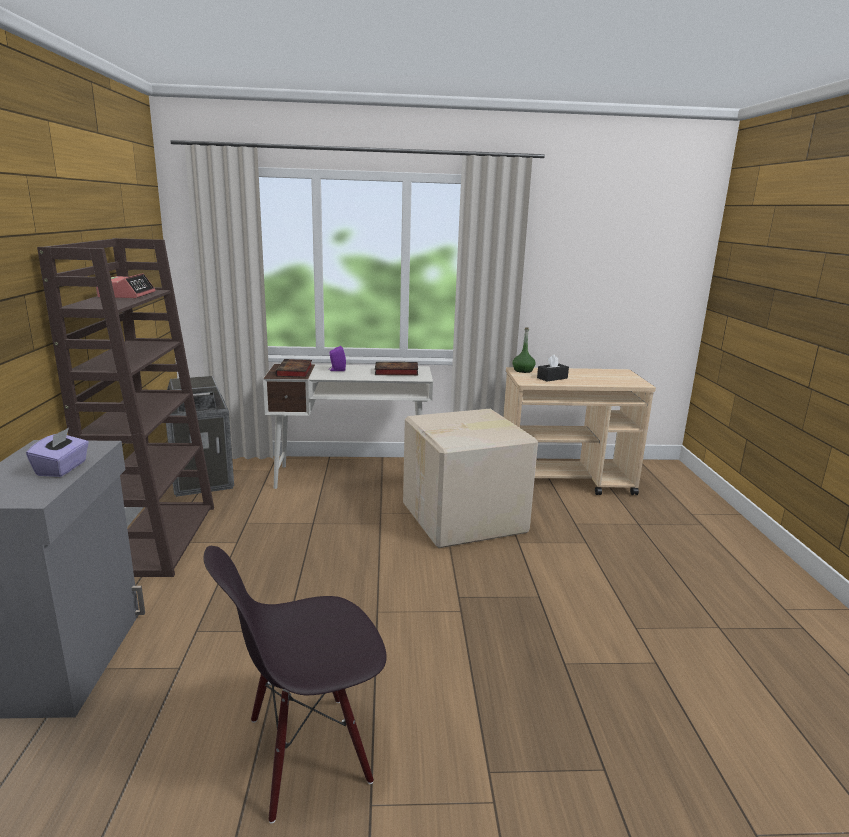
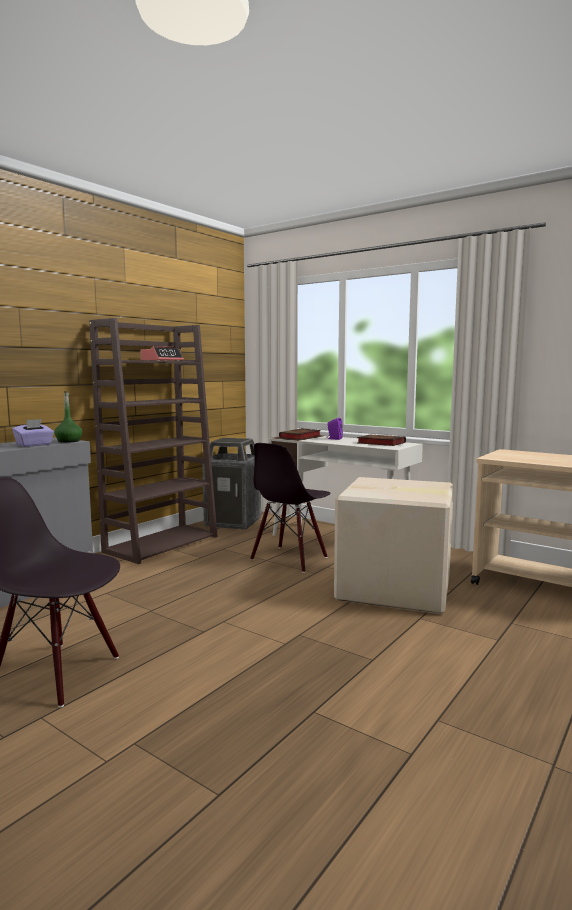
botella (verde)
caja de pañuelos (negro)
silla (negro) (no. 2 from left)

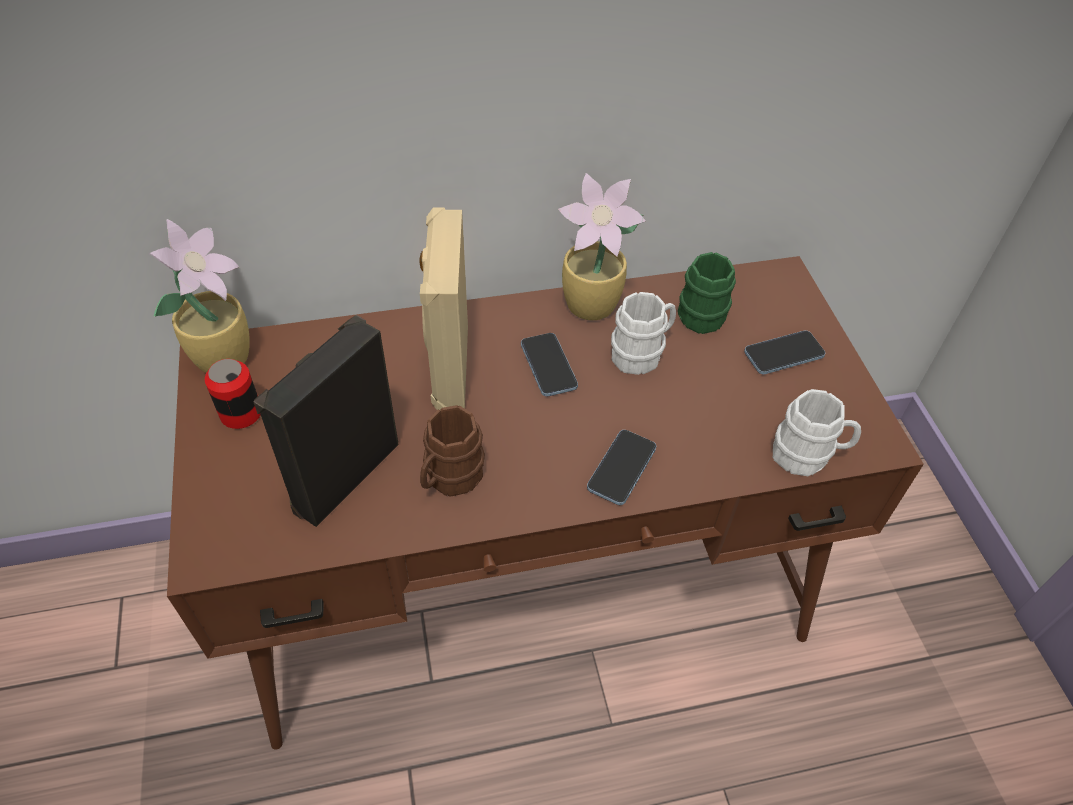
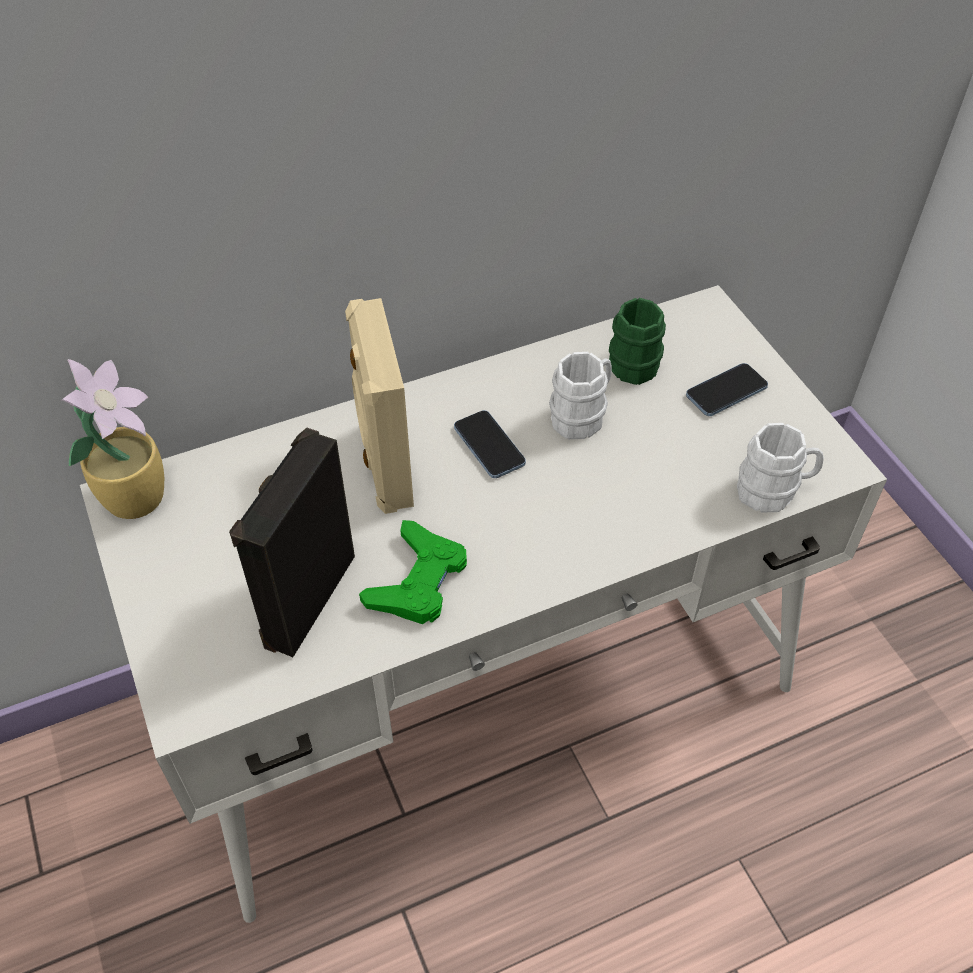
planta en maceta (no. 2 from left in the first image)
escritorio (blanco)
lata
mando de consola (verde)
móvil (no. 2 from left in the first image)

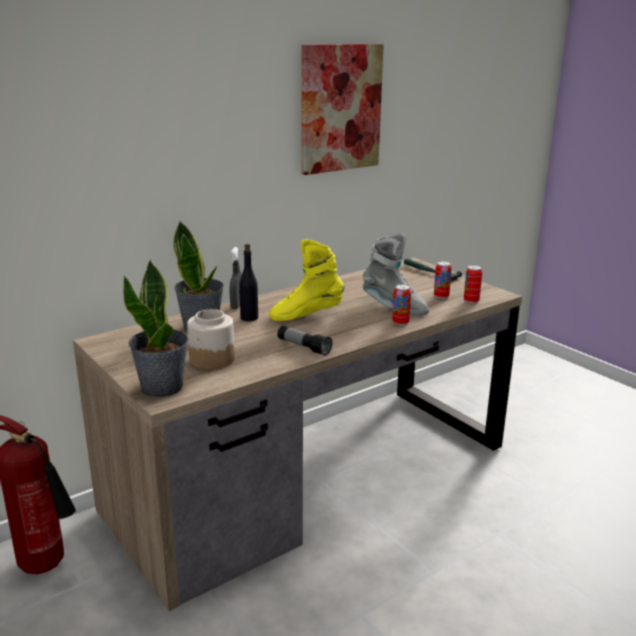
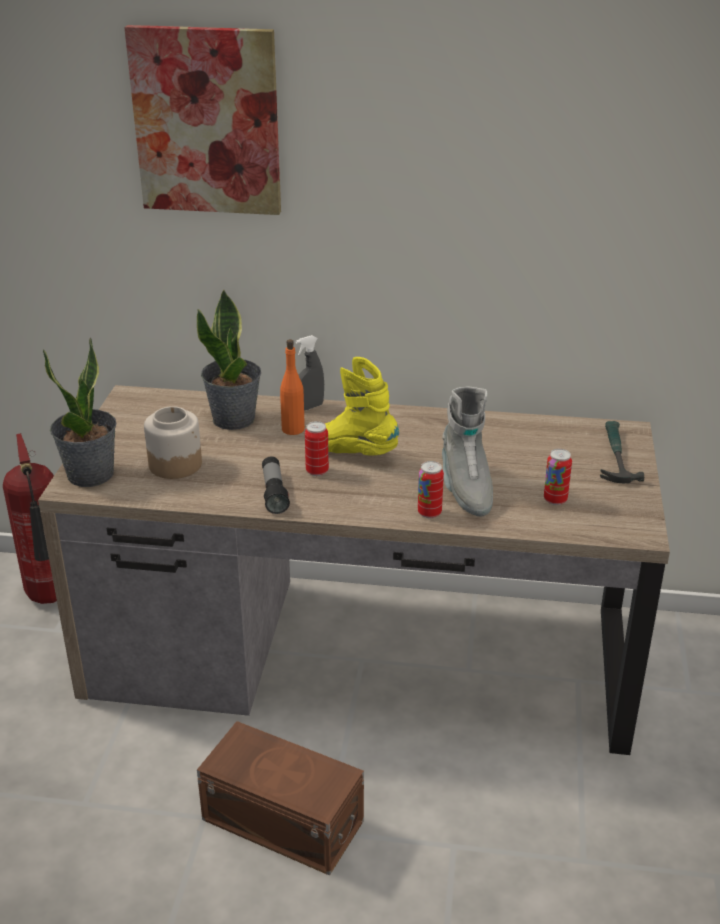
cuadro
botella (naranja)
lata (no. 1 from left)
caja de almacenaje (marrón)

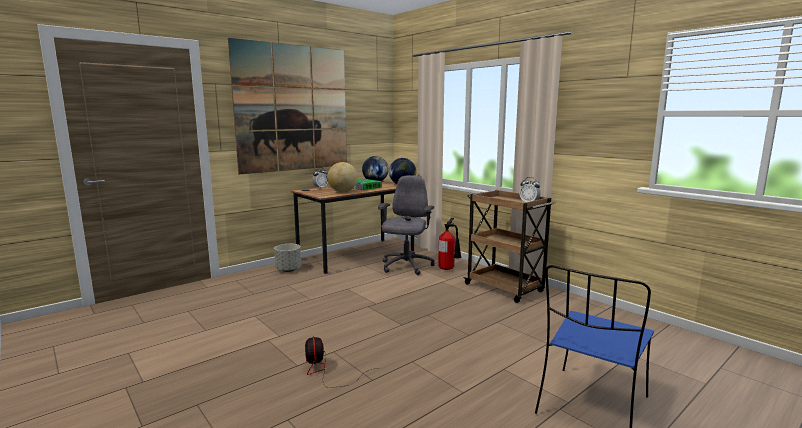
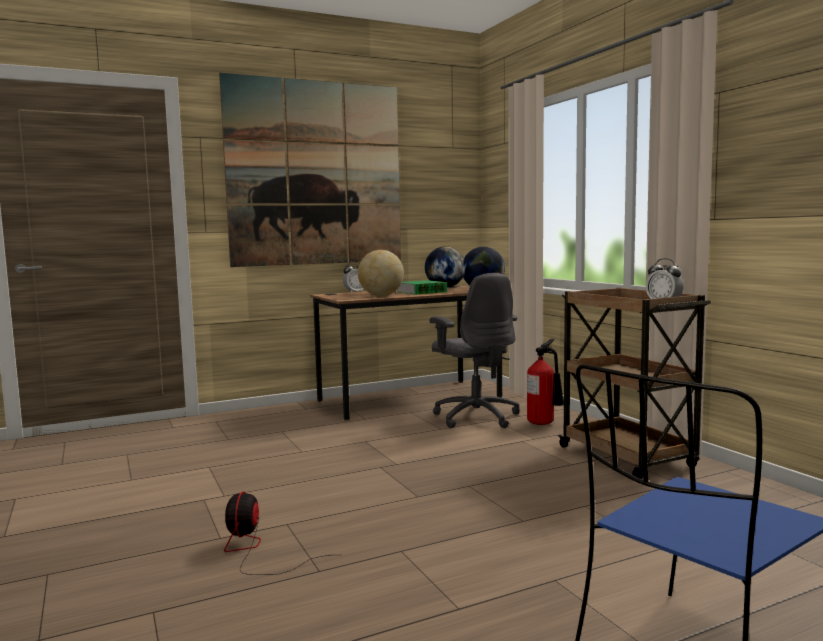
silla de oficina (gris)
maceta (gris)

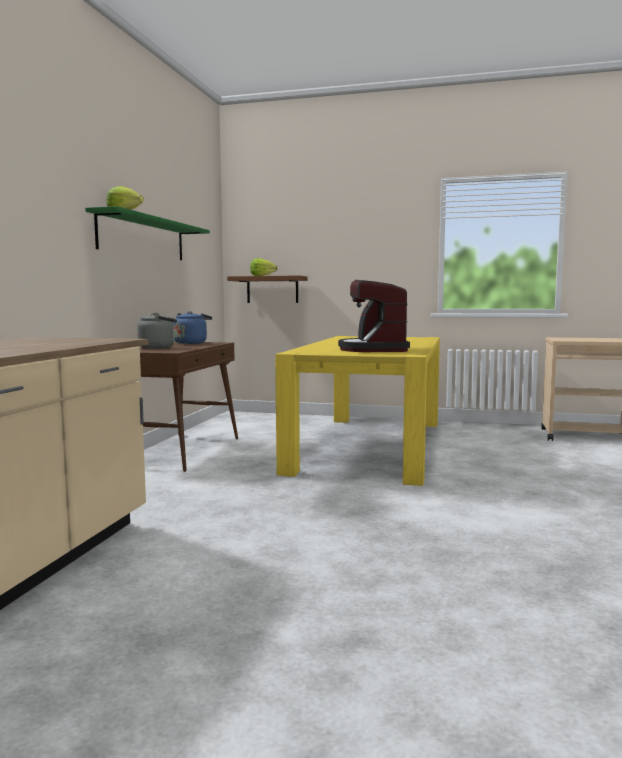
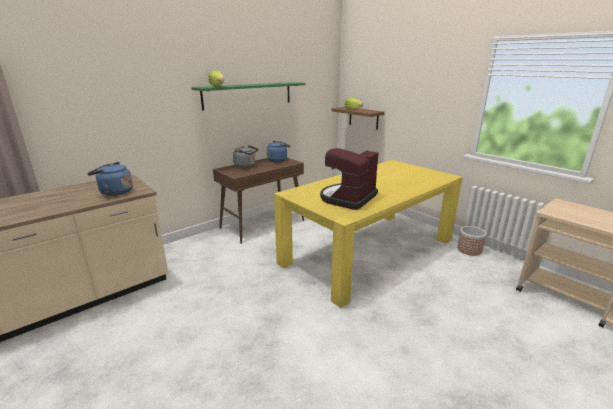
hervidor (azul) (no. 1 from left)
maceta

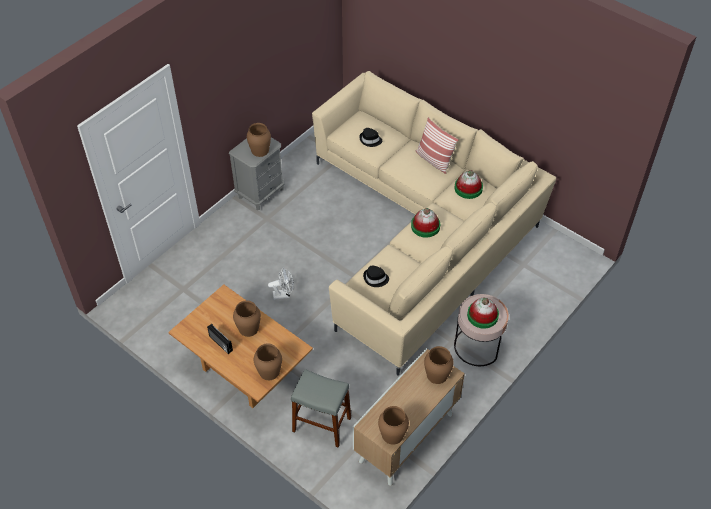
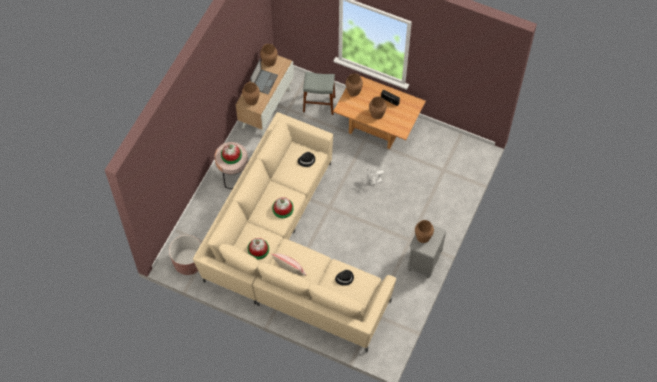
portátil
maceta (marrón)

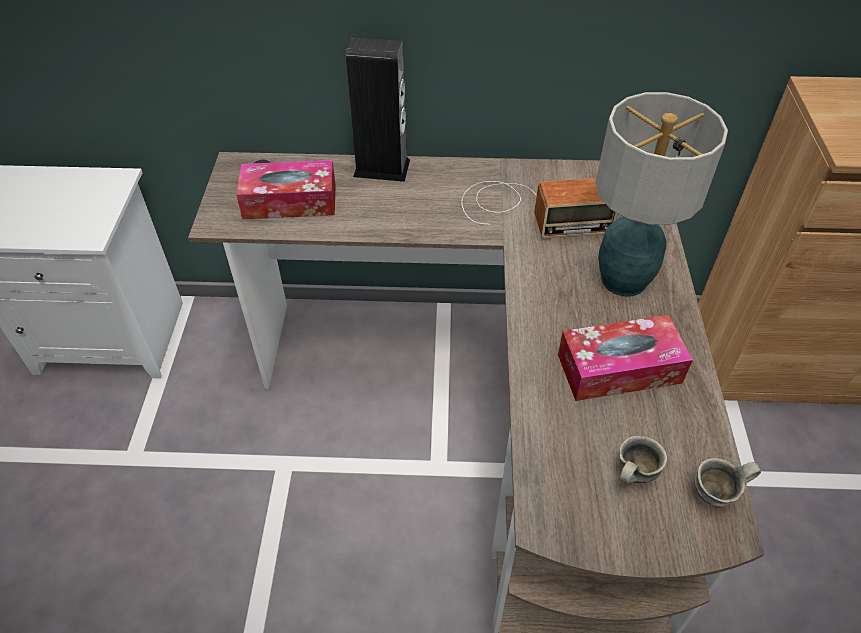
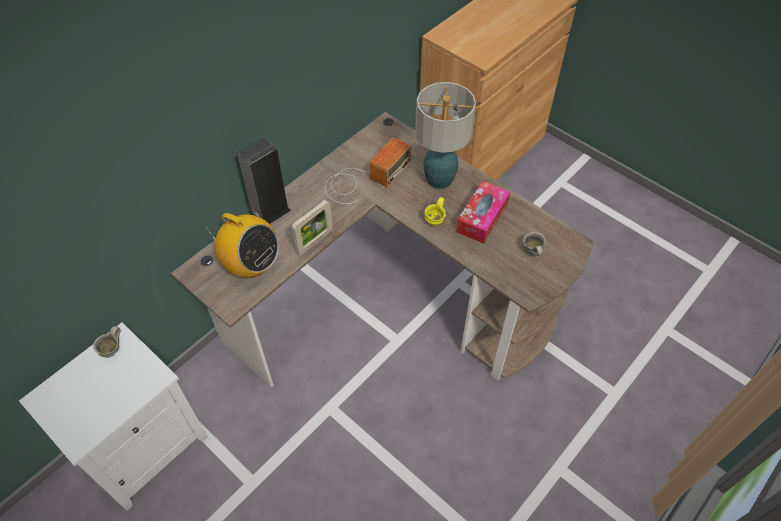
radio (no. 1 from left)
taza grande (gris) (no. 1 from left)
taza grande (amarillo)
portarretratos

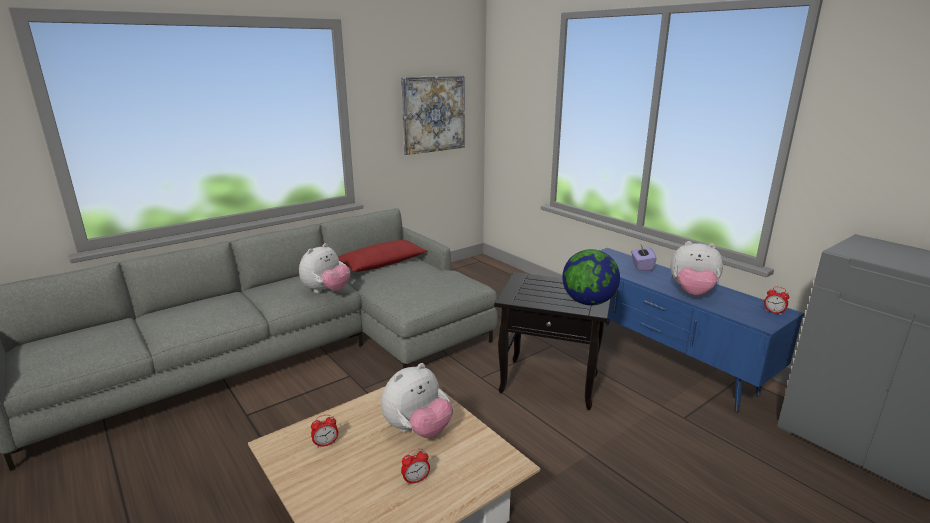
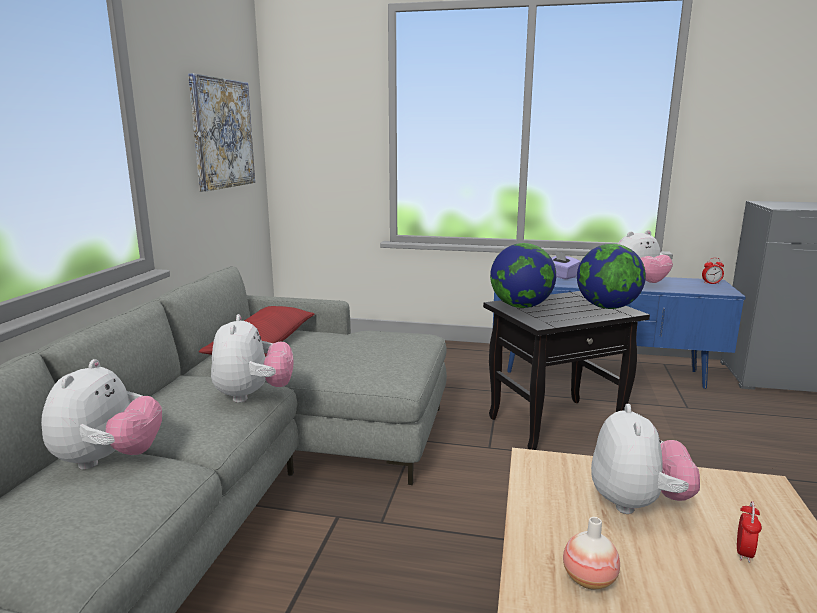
florero
globo terráqueo (no. 1 from left)
peluche (no. 1 from left)

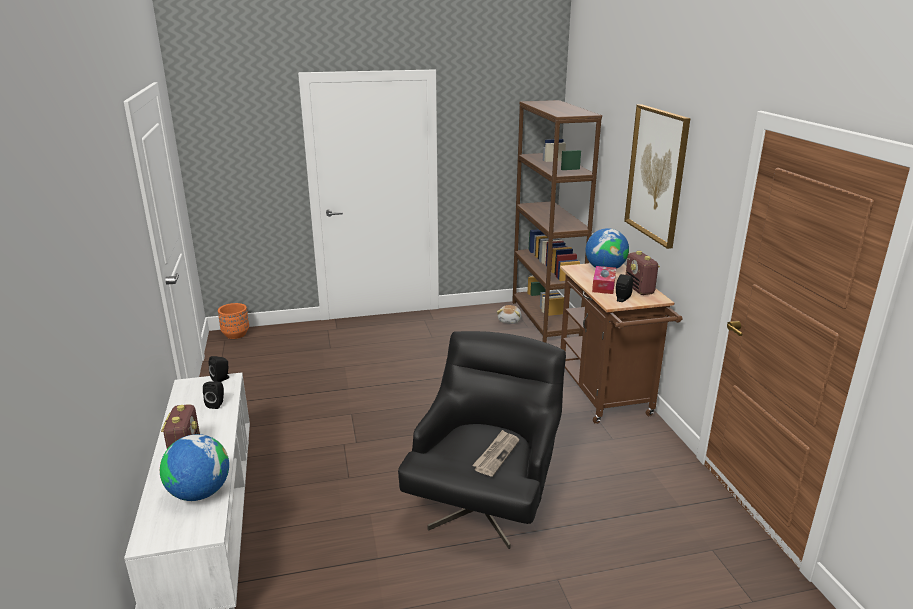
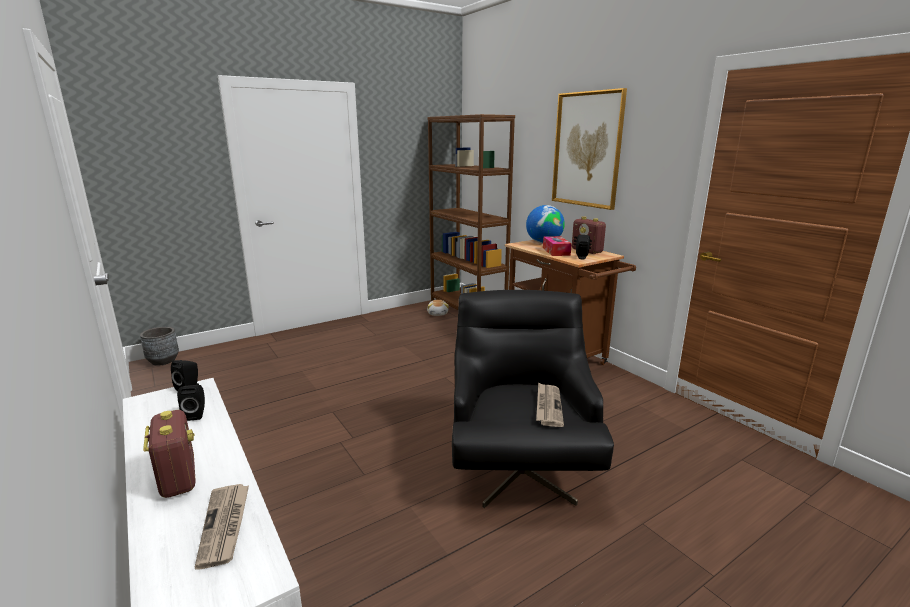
maceta (gris)
periódico (no. 1 from left)

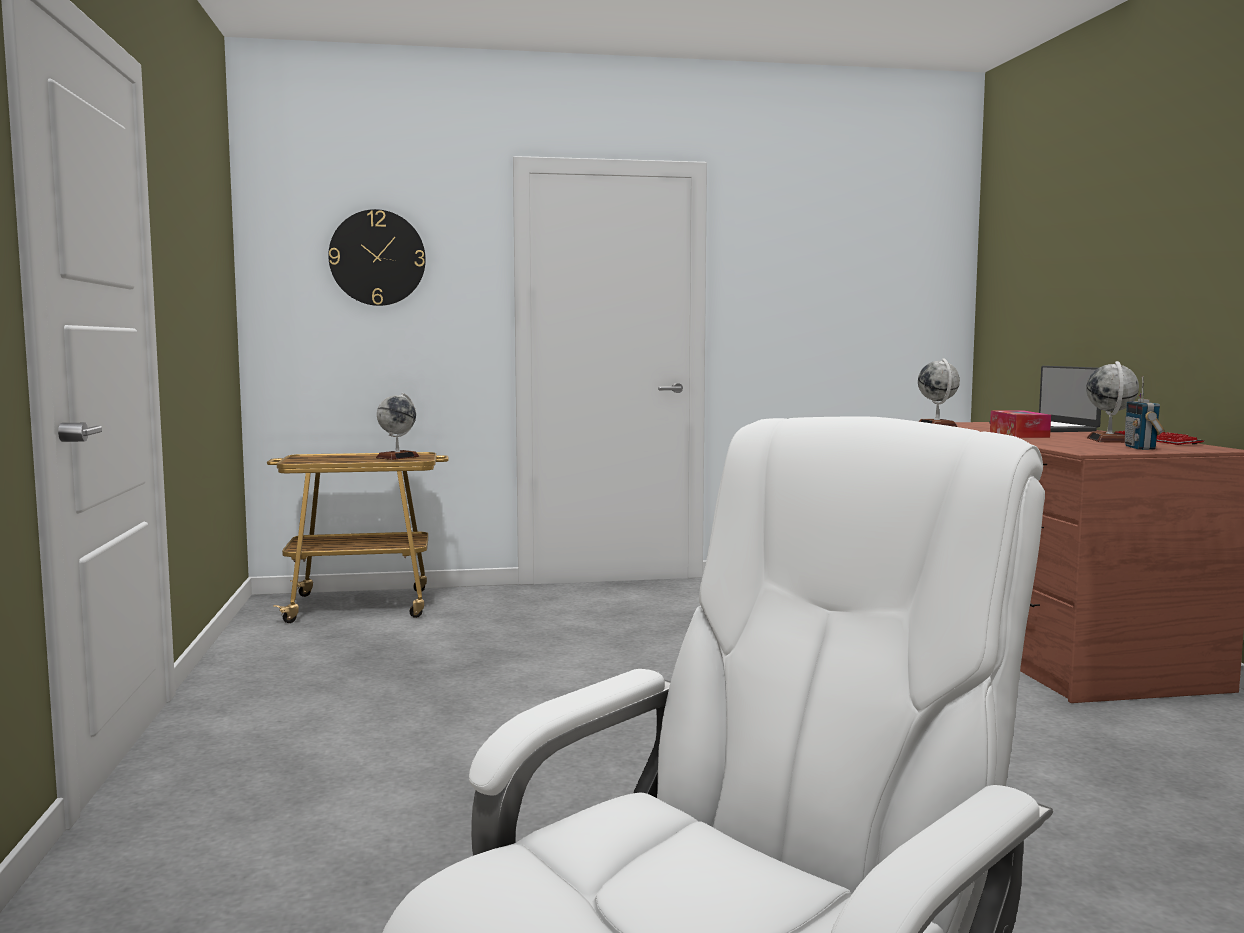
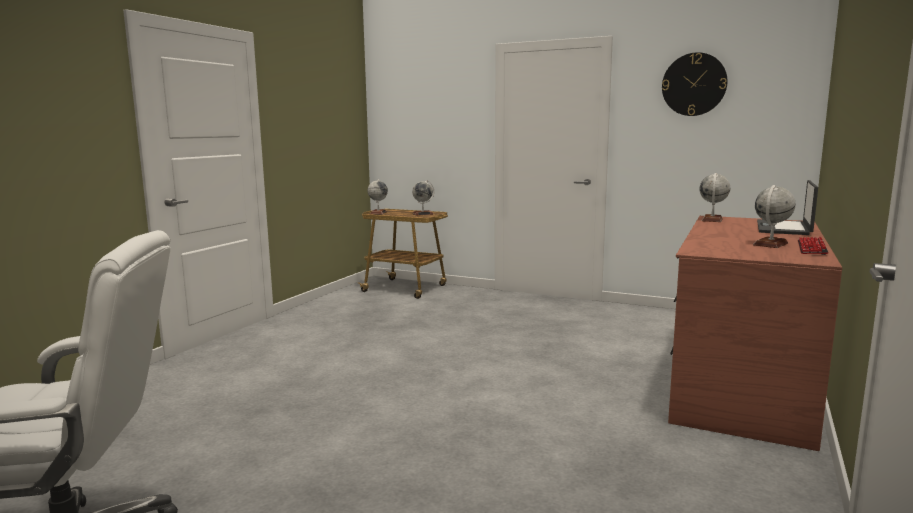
reloj de pared
radio
caja de pañuelos
globo terráqueo (no. 1 from left)

